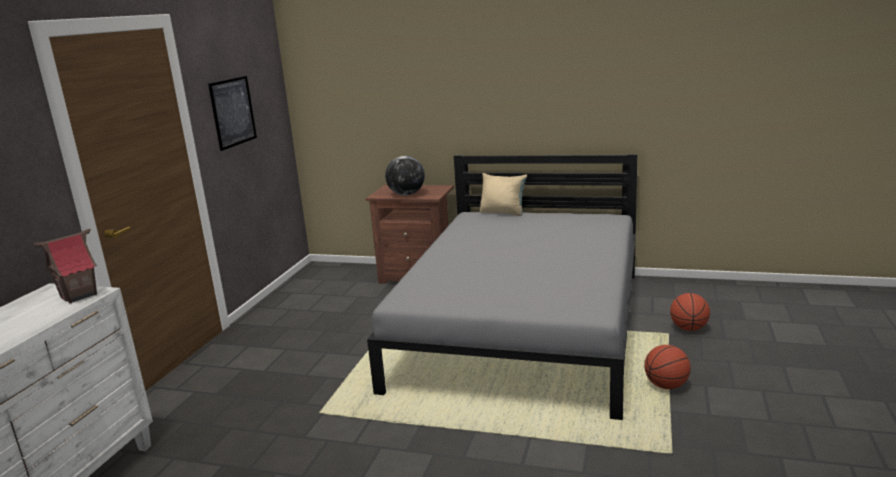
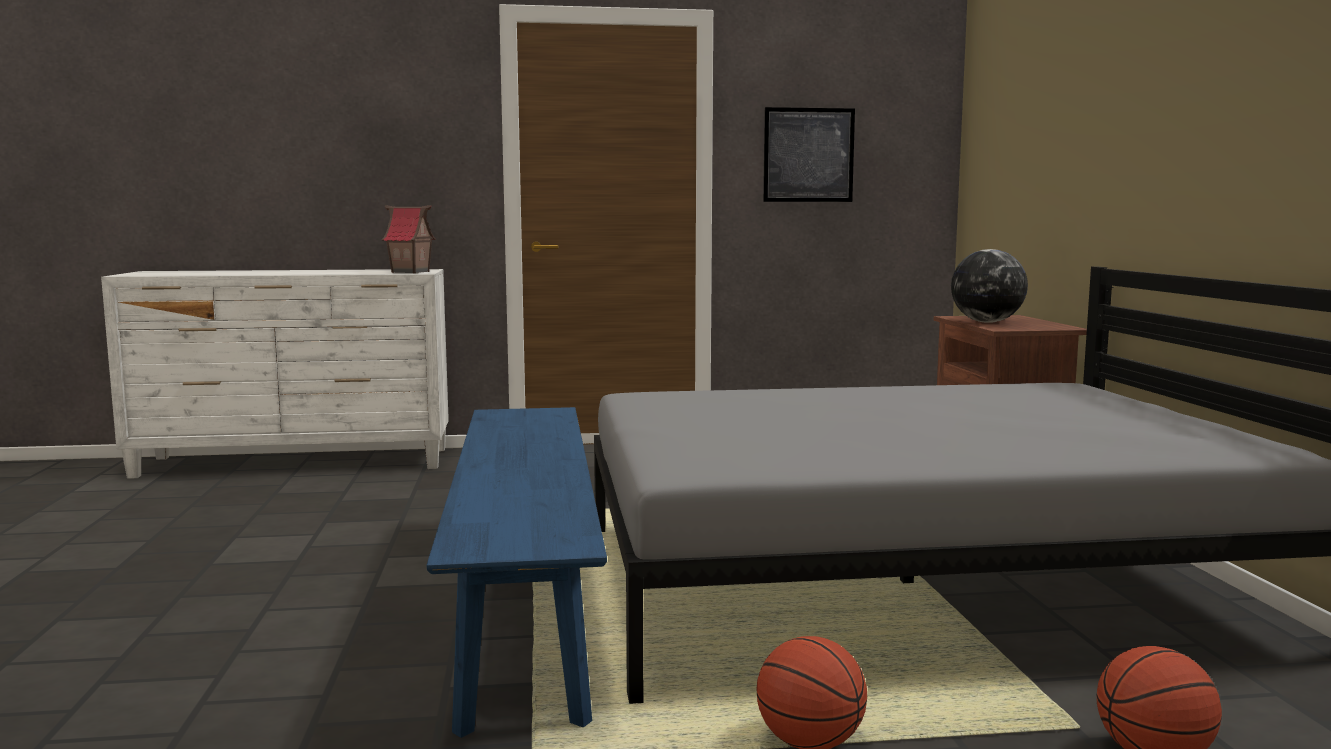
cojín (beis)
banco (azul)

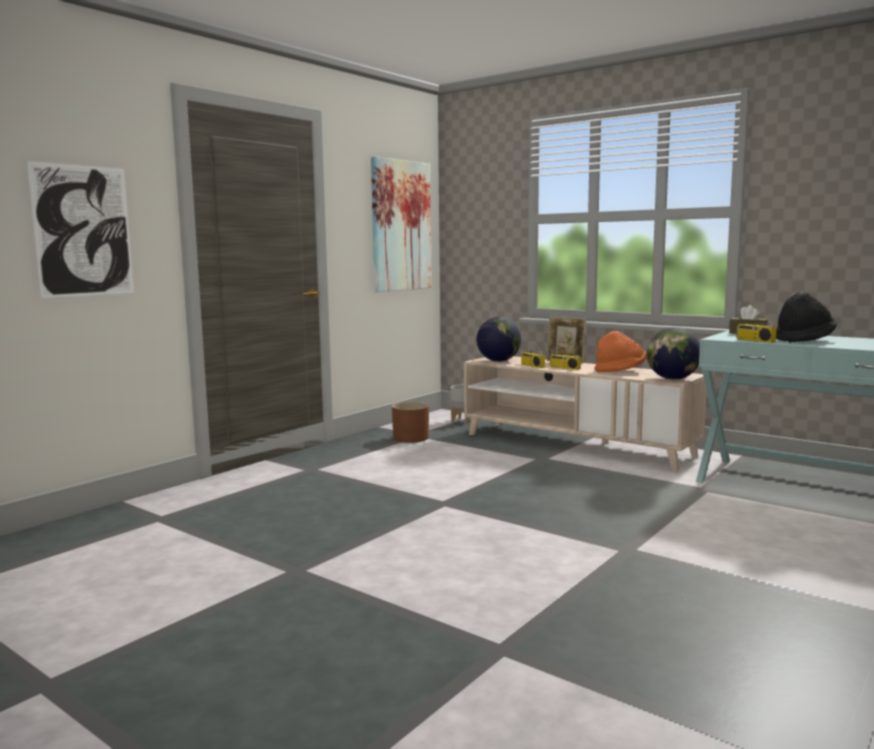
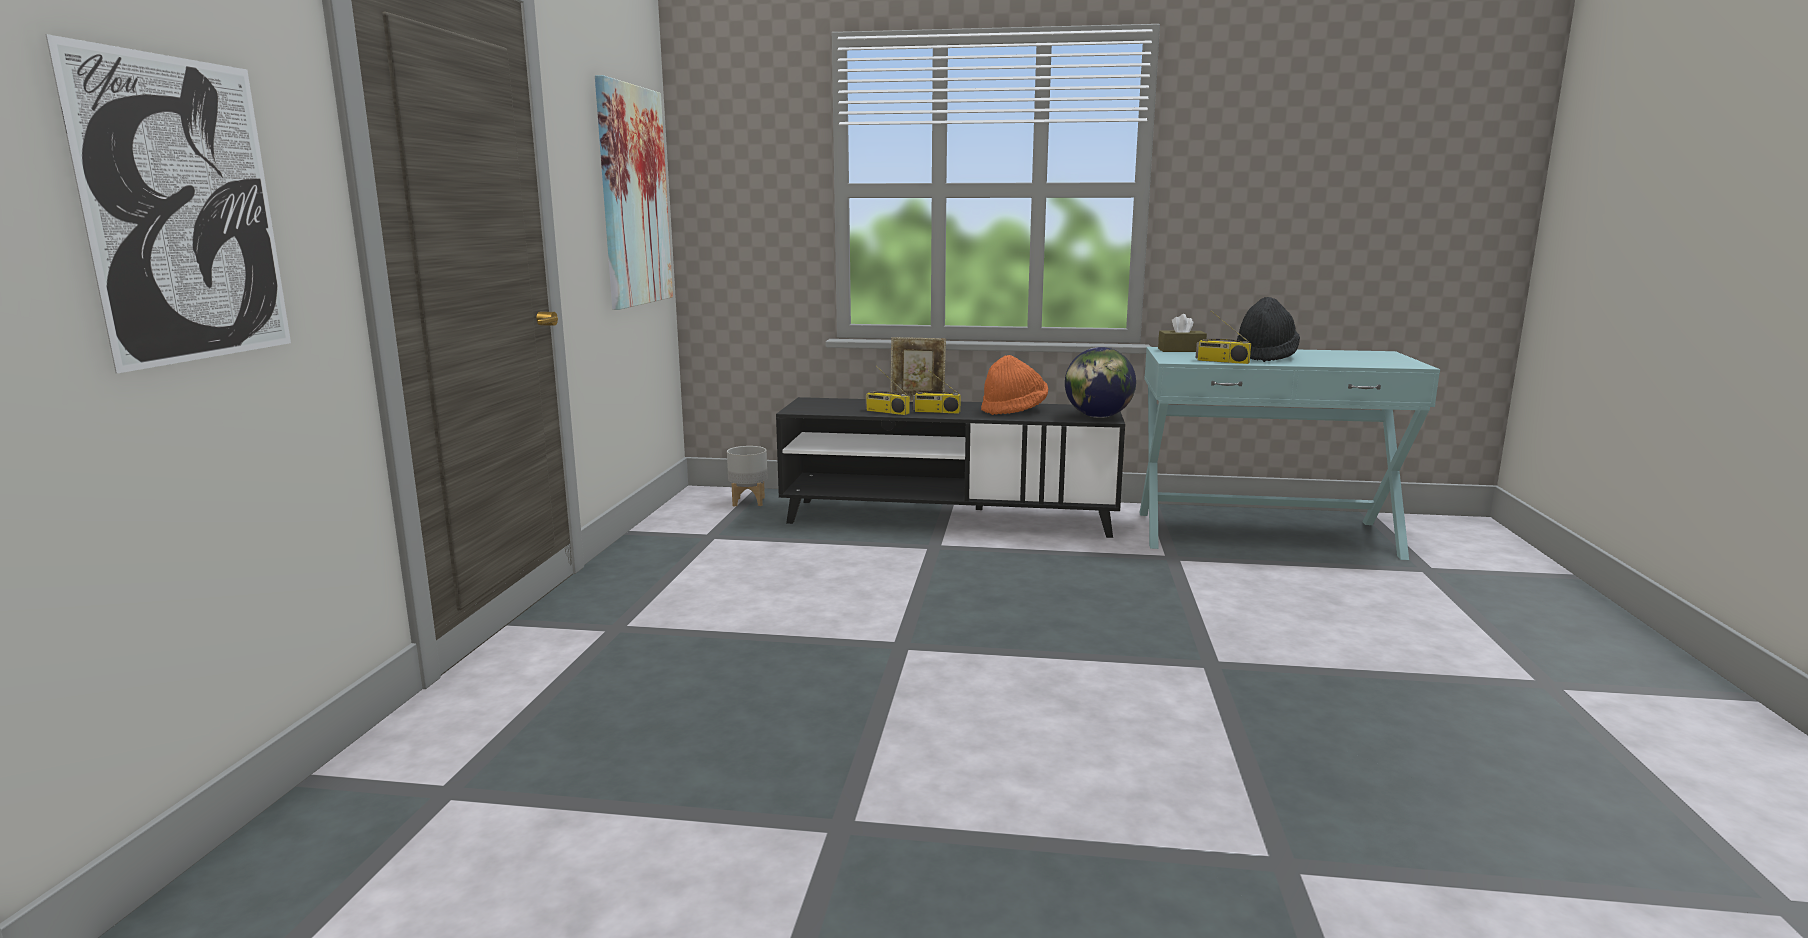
globo terráqueo (no. 1 from left in the first image)
mueble de televisión (negro)
maceta (marrón)

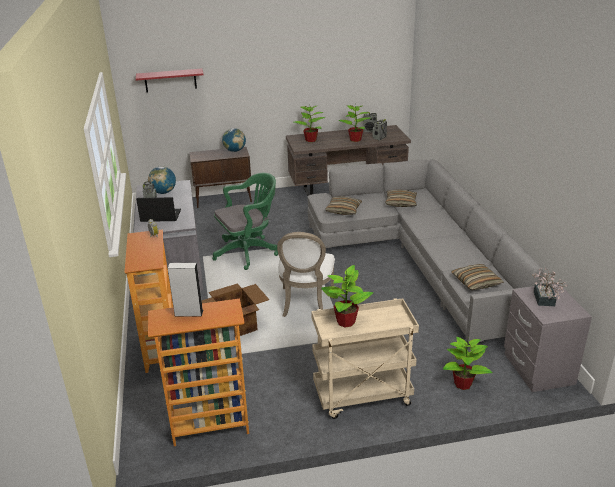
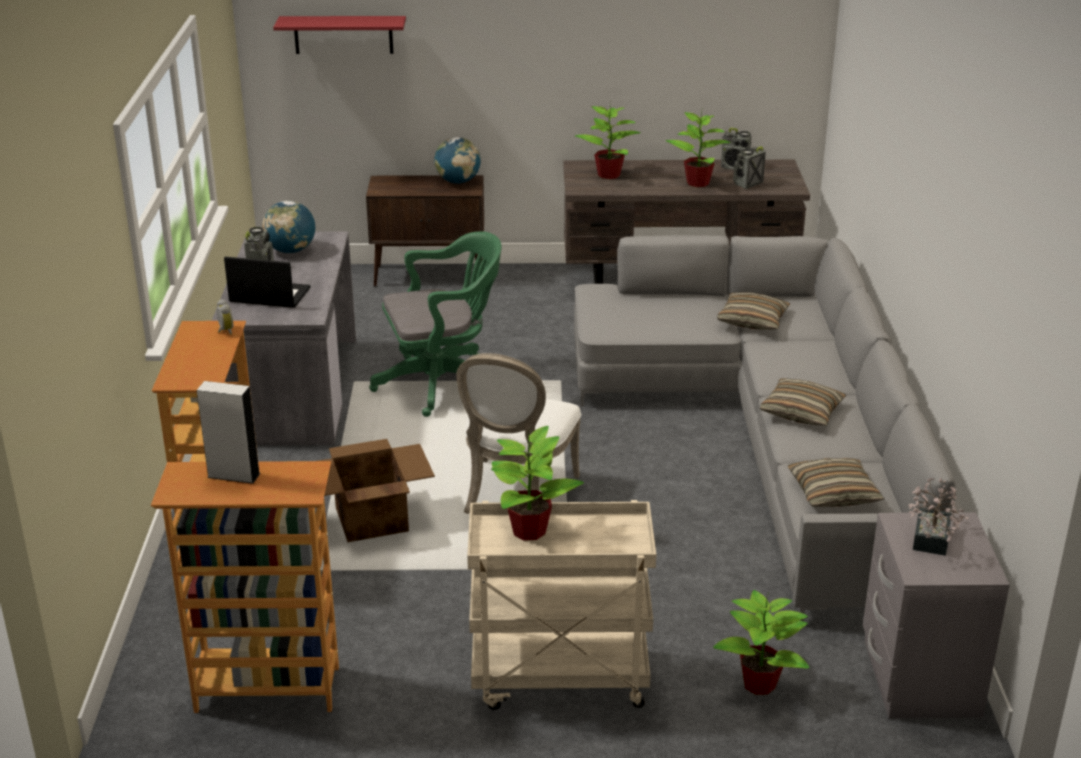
cojín (no. 2 from left)

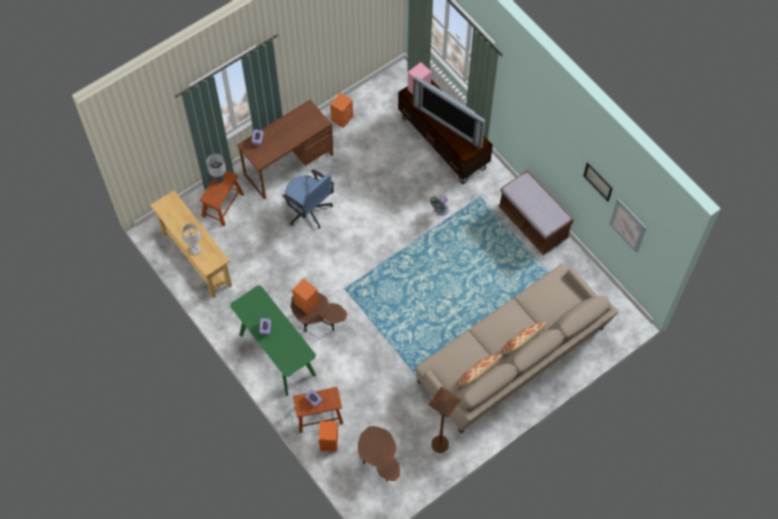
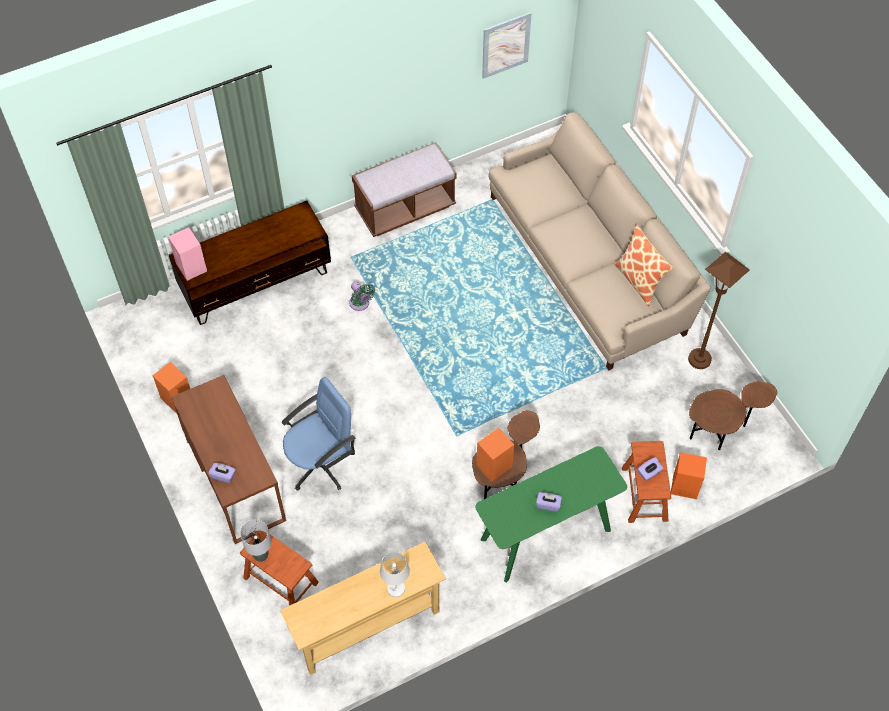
televisor
cuadro (no. 1 from left in the first image)
cojín (no. 2 from left in the first image)

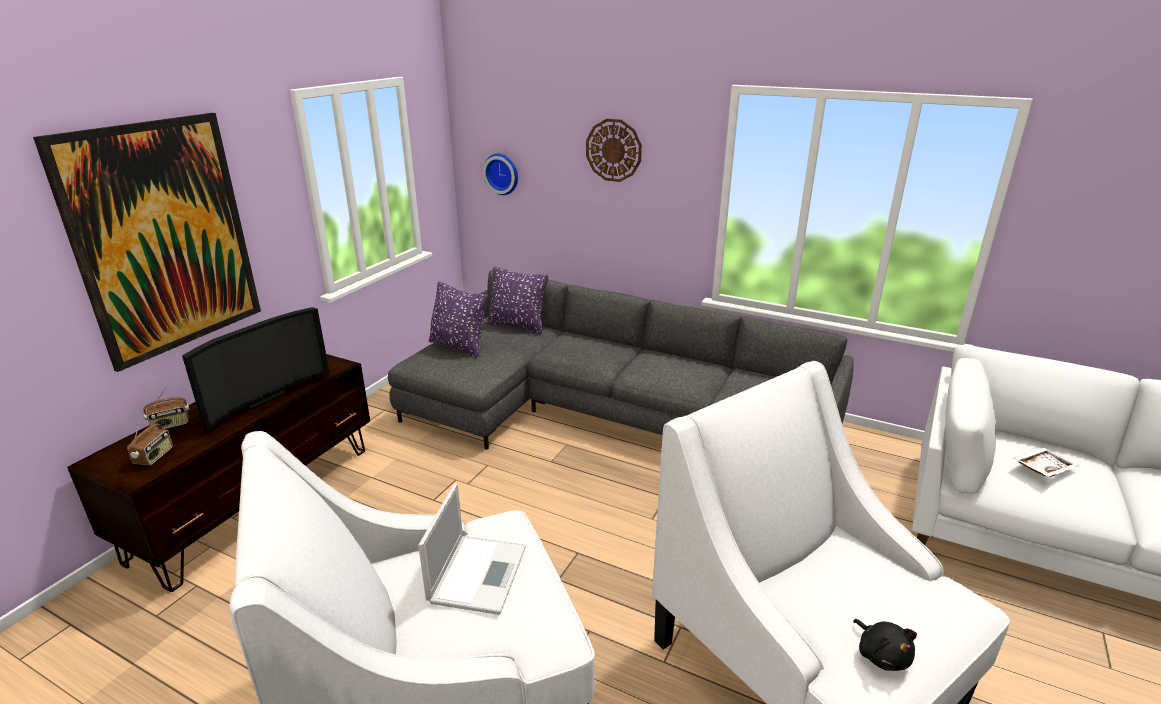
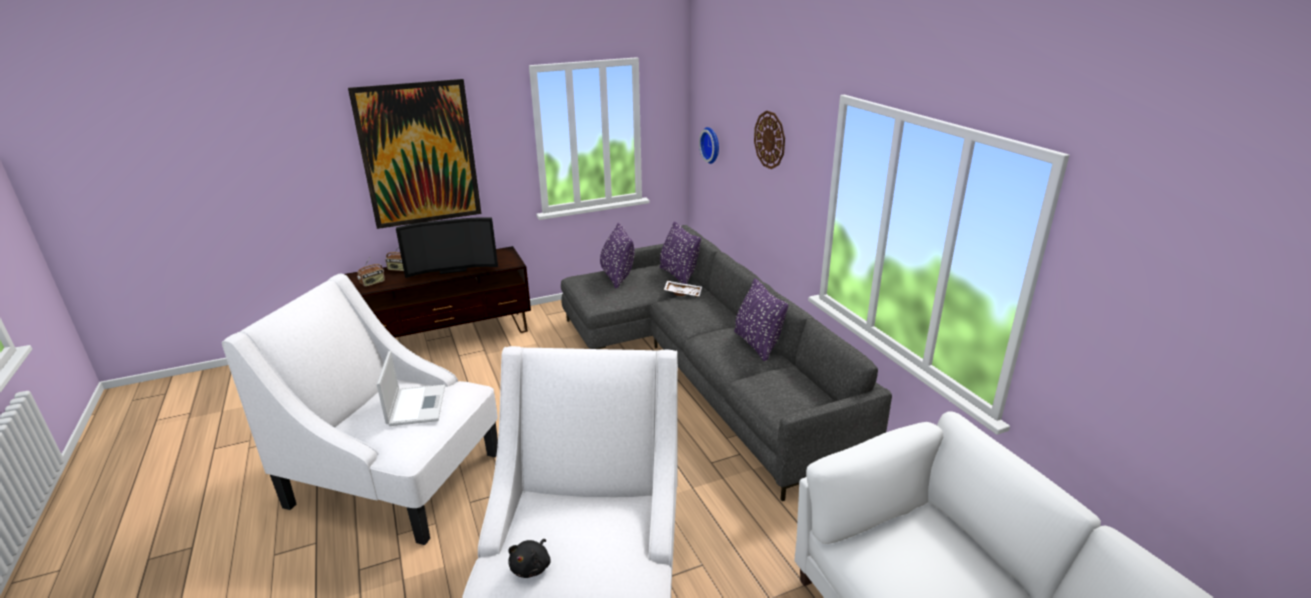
bandeja (blanco)
portátil
cojín (morado) (no. 3 from left)

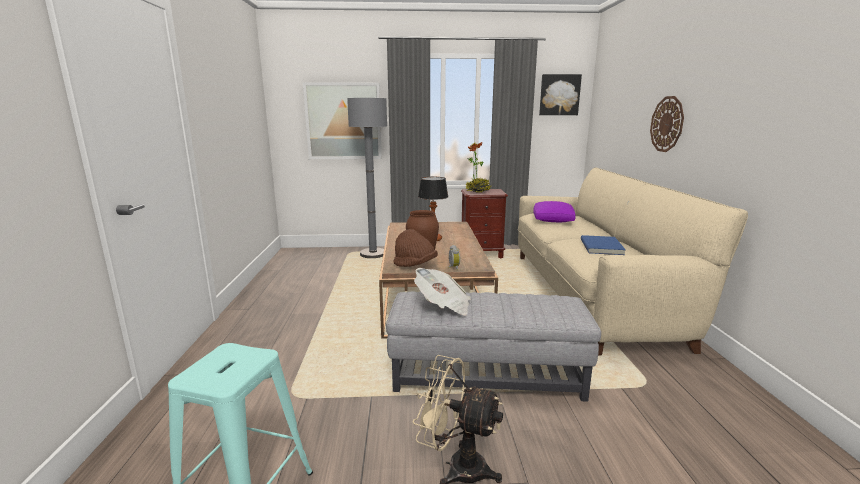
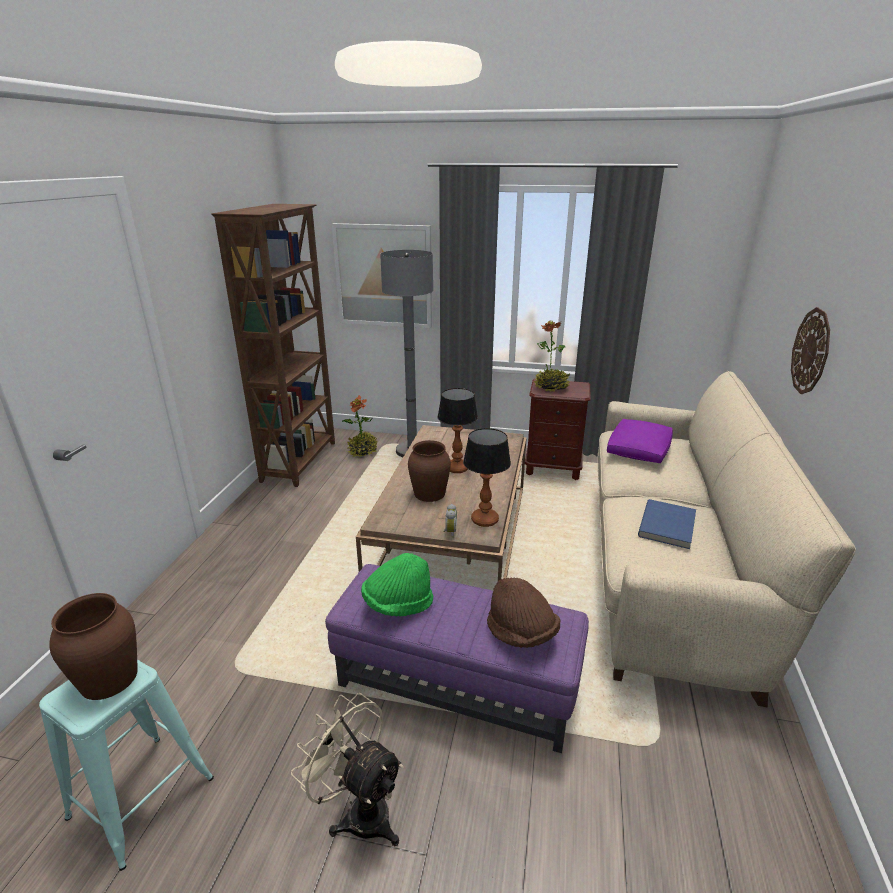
cuadro (no. 2 from left in the first image)
sombrero (marrón)
sombrero (verde)
puf (morado)
estantería (marrón)
planta en maceta (no. 1 from left)
lámpara de mesa (no. 2 from left)
florero (marrón) (no. 1 from left)

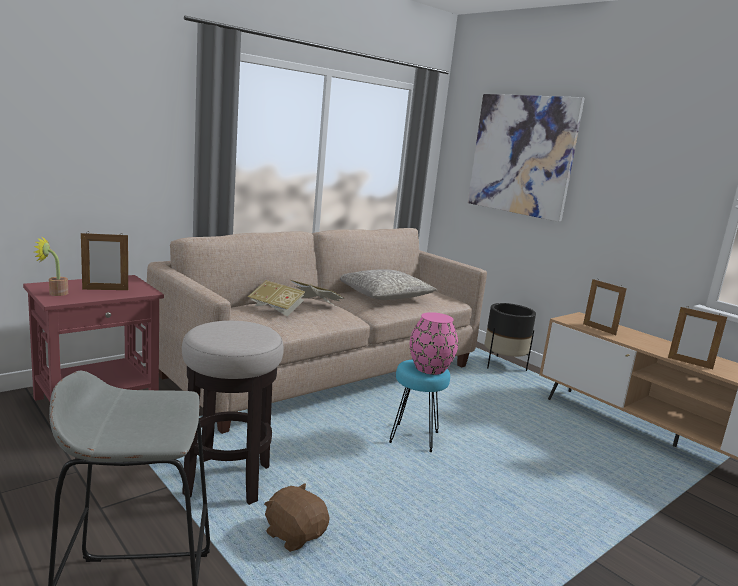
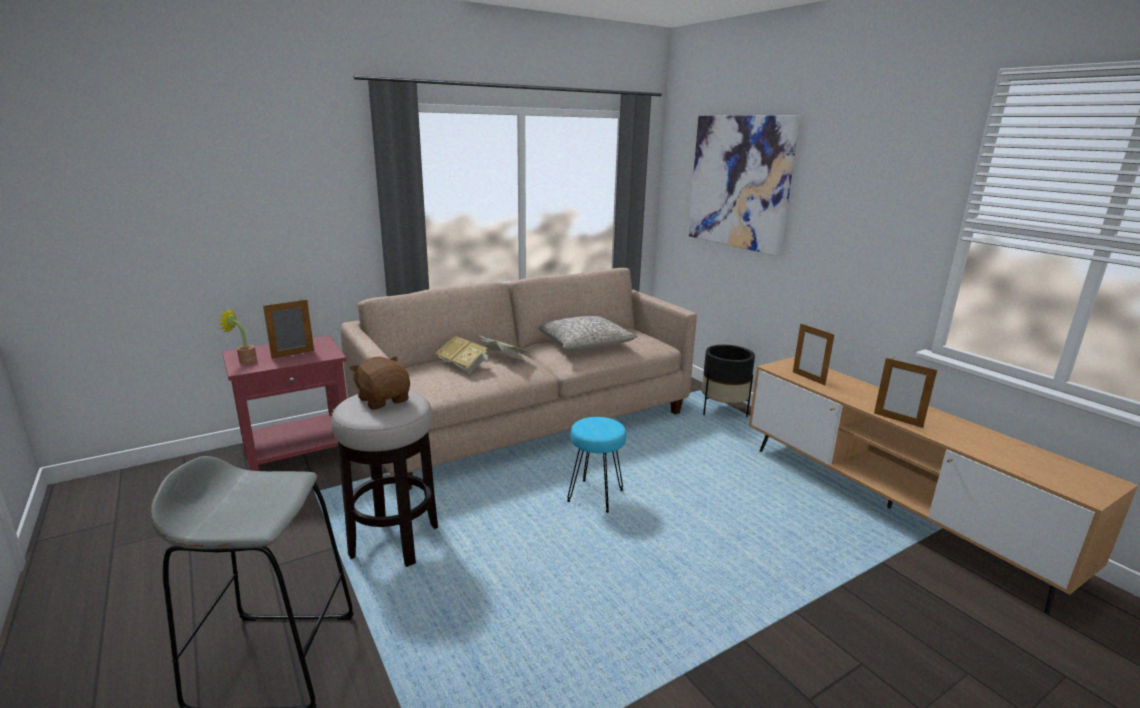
portarretratos (no. 1 from left)
florero (rosa)
peluche (marrón)

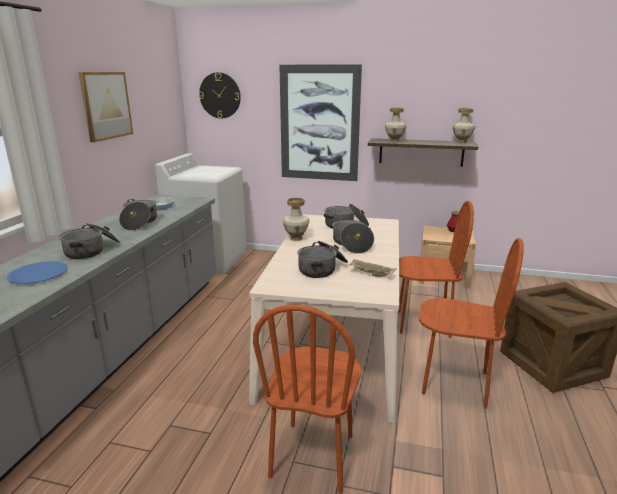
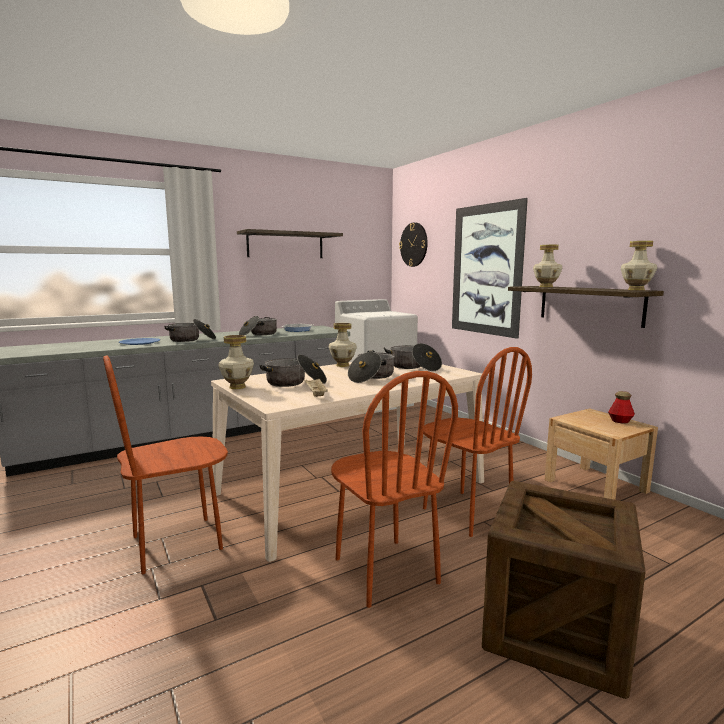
estante (no. 1 from left)
florero (no. 1 from left)

